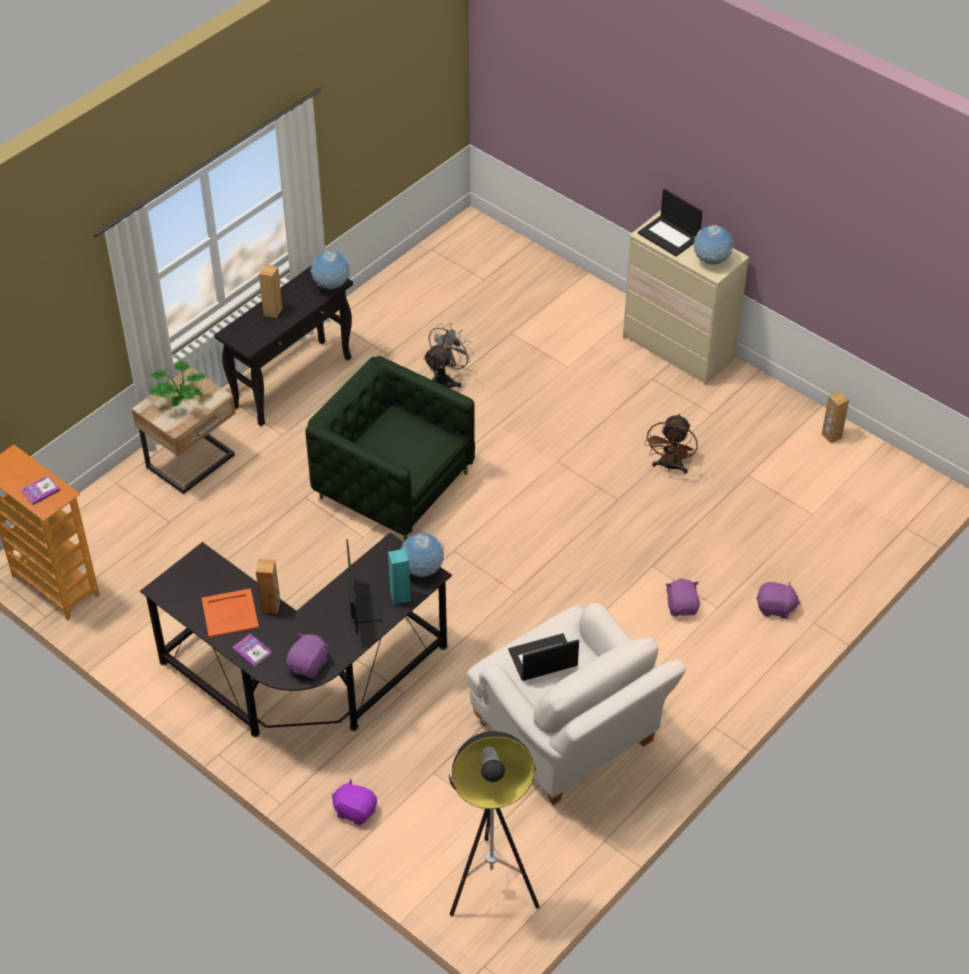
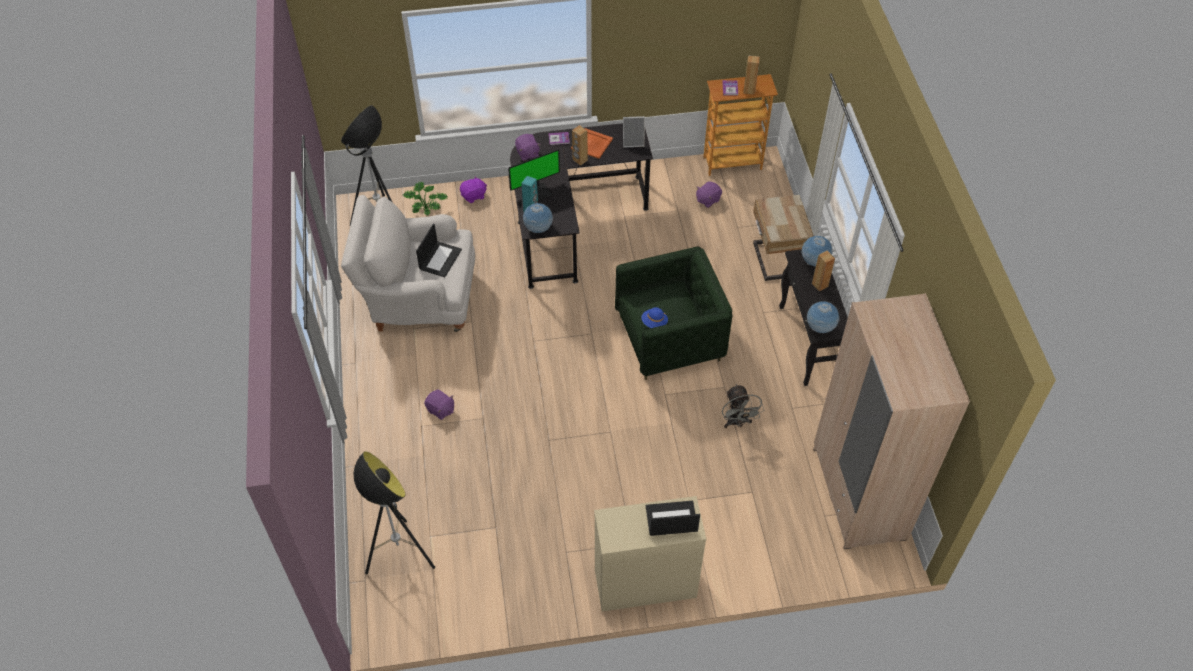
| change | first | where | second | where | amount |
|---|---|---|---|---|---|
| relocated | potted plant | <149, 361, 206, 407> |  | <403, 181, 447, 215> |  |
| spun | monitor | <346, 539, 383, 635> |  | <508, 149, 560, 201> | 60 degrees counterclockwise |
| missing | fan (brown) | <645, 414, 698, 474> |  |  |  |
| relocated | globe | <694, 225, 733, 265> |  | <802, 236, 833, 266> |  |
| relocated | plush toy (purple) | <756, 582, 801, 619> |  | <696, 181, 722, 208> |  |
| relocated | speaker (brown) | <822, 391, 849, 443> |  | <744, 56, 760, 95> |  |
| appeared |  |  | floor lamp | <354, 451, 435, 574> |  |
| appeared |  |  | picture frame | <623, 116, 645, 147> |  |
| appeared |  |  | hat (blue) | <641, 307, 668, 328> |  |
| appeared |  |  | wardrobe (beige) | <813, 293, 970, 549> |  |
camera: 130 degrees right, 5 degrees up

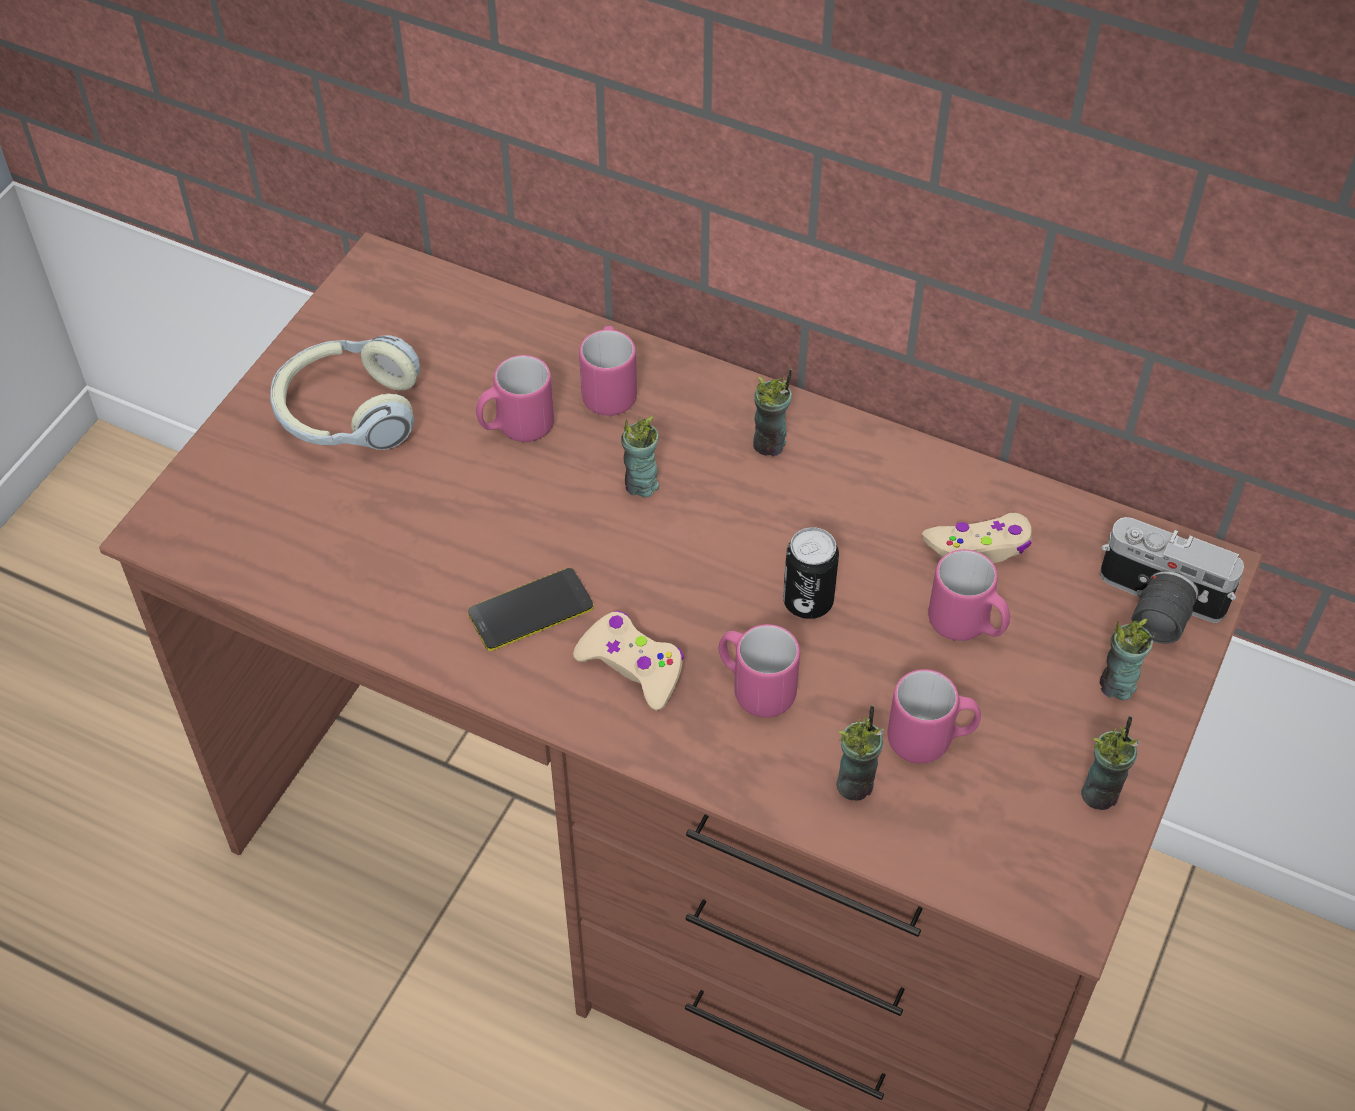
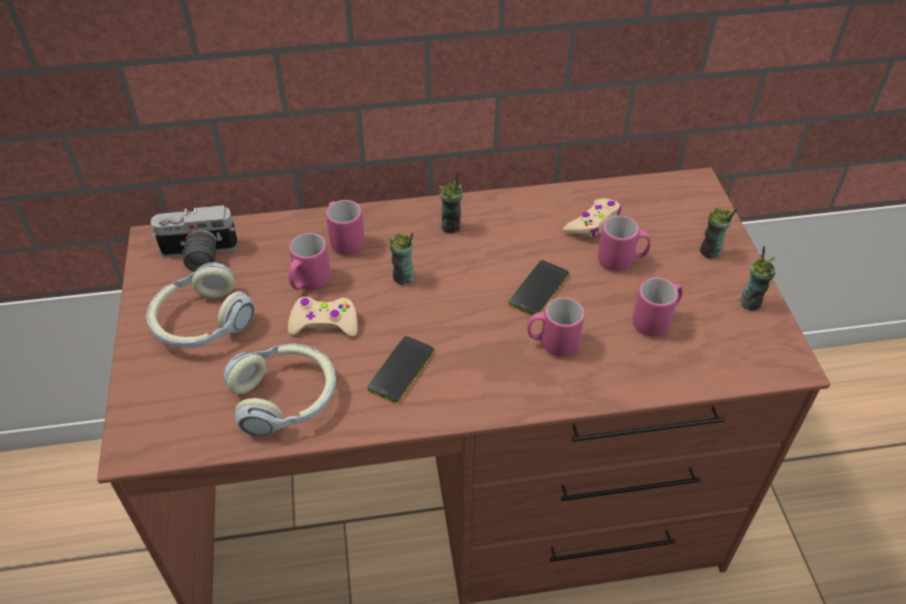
| change | first | where | second | where | amount |
|---|---|---|---|---|---|
| relocated | game controller (beige) | <573, 611, 684, 711> |  | <288, 297, 358, 337> |  |
| exchanged | can | <783, 527, 839, 619> | phone | <508, 260, 569, 316> |  |
| missing | cup | <836, 705, 884, 801> |  |  |  |
| relocated | photo camera | <1100, 517, 1244, 644> |  | <151, 205, 238, 272> |  |
| appeared |  |  | headphones | <224, 344, 336, 437> |  |
camera: 35 degrees left, 5 degrees down

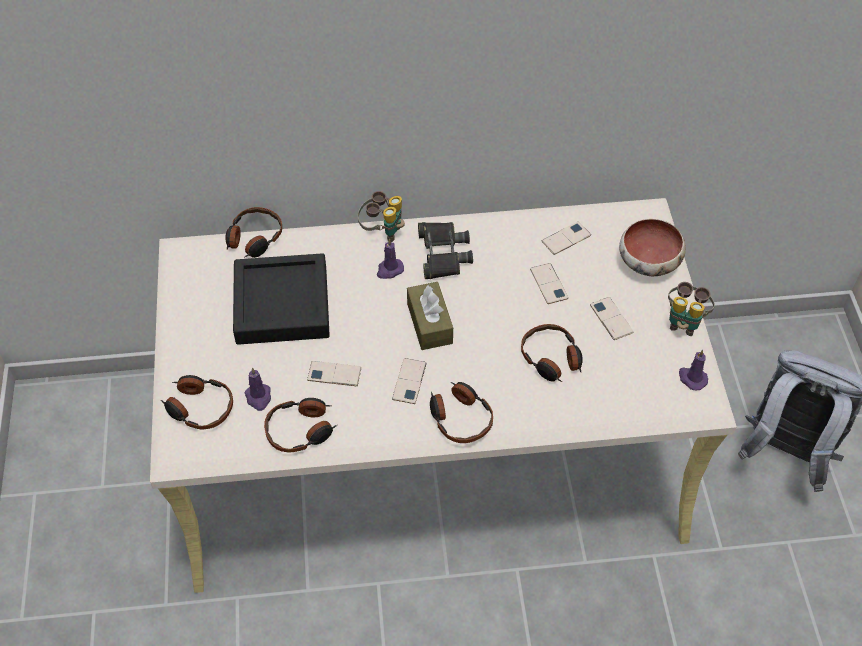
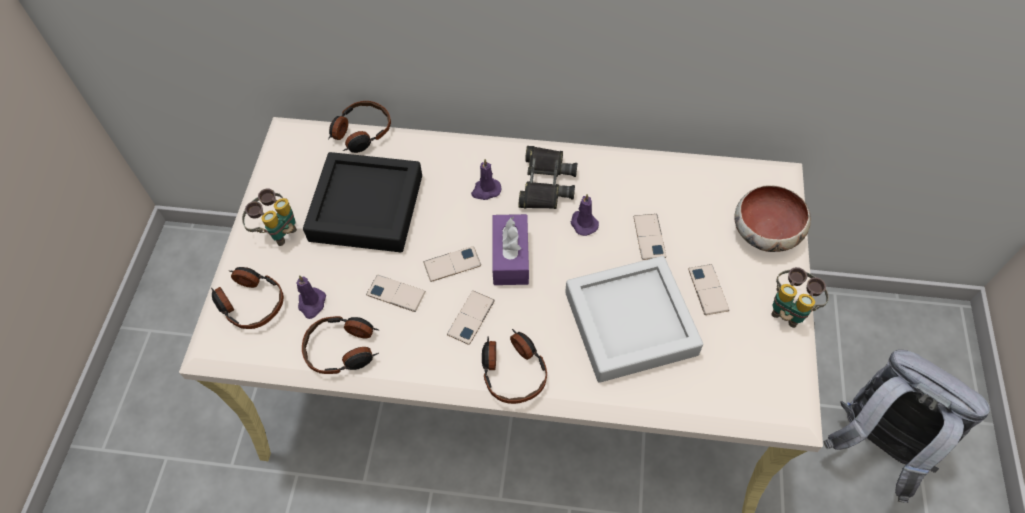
| change | first | where | second | where | amount |
|---|---|---|---|---|---|
| relocated | binoculars | <358, 191, 405, 242> |  | <242, 188, 297, 246> |  |
| colour | tissue box (brown) | <407, 282, 453, 350> | tissue box (purple) | <492, 214, 529, 285> |  |
| exchanged | headphones | <521, 324, 583, 382> | tray (grey) | <565, 256, 703, 383> |  |
| relocated | phone | <541, 222, 591, 255> |  | <423, 246, 481, 282> |  |
| relocated | candle (purple) | <679, 350, 708, 390> |  | <570, 194, 599, 236> |  |
camera: 15 degrees right, 5 degrees up

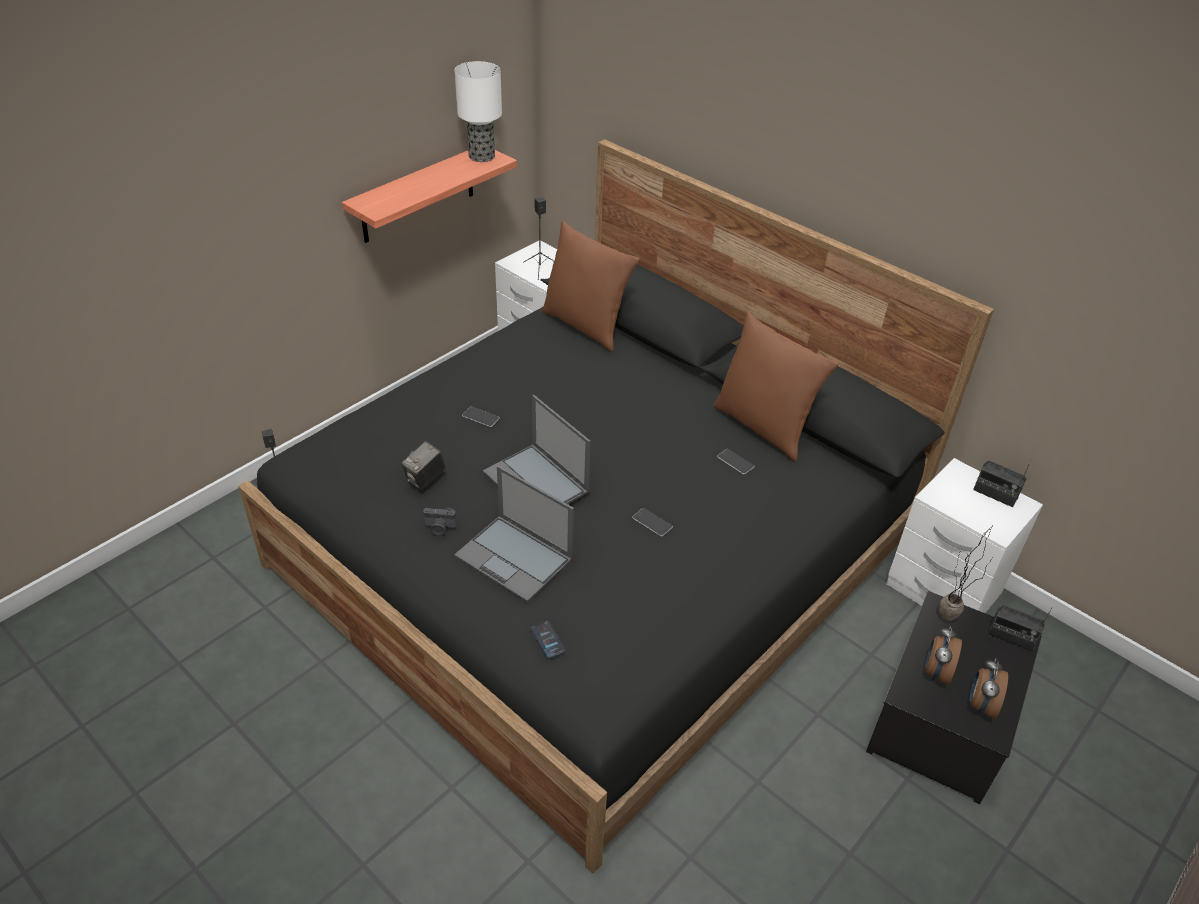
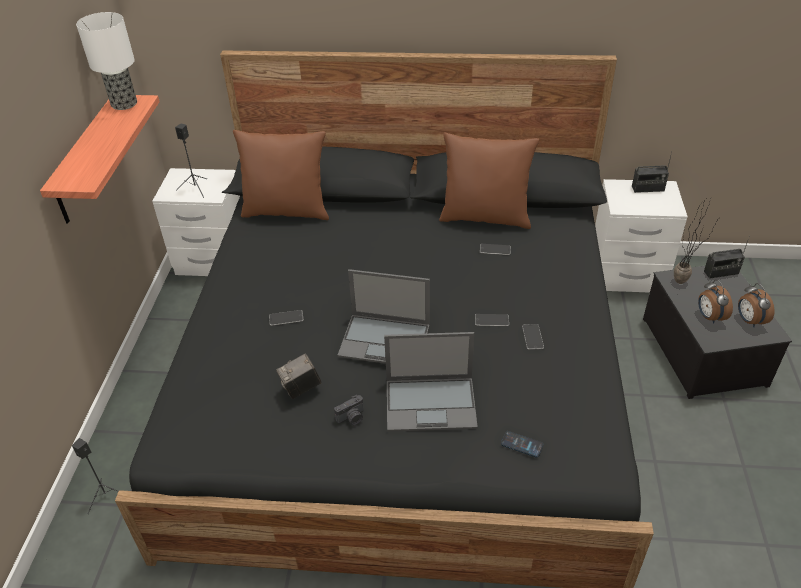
| change | first | where | second | where | amount |
|---|---|---|---|---|---|
| spun | photo camera | <401, 441, 446, 490> |  | <276, 353, 322, 399> | 60 degrees clockwise |
| appeared |  |  | phone | <522, 324, 544, 350> |  |
camera: 35 degrees left, 0 degrees up

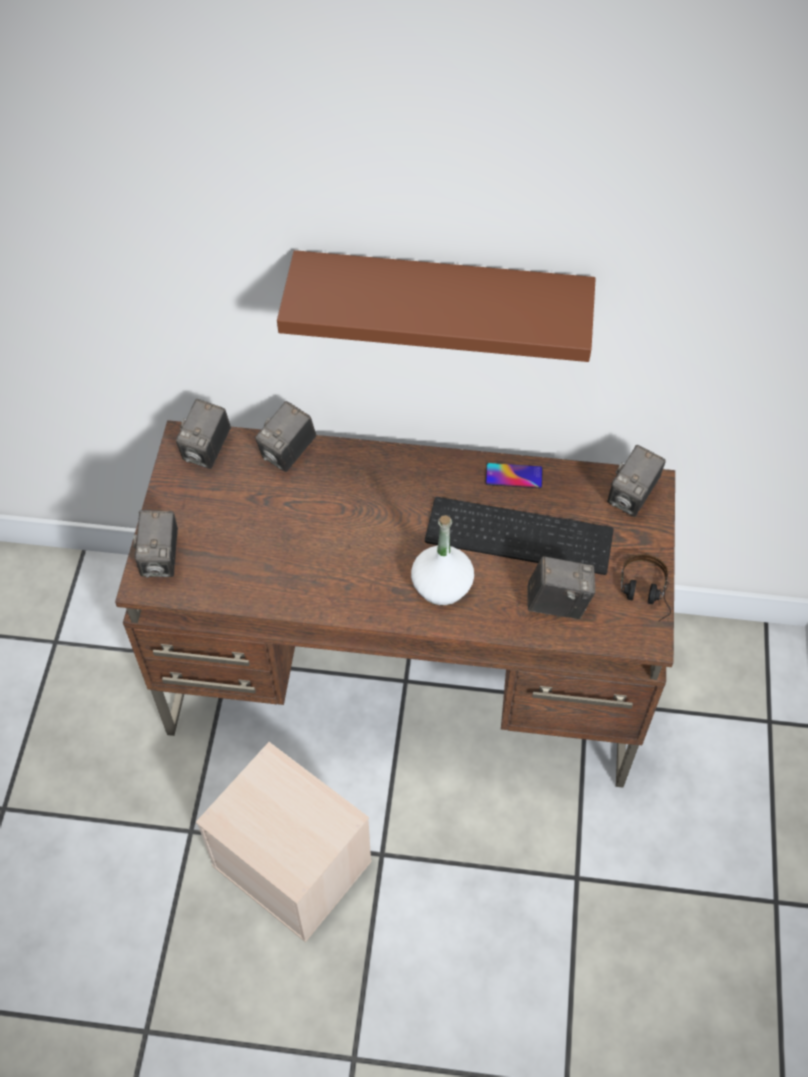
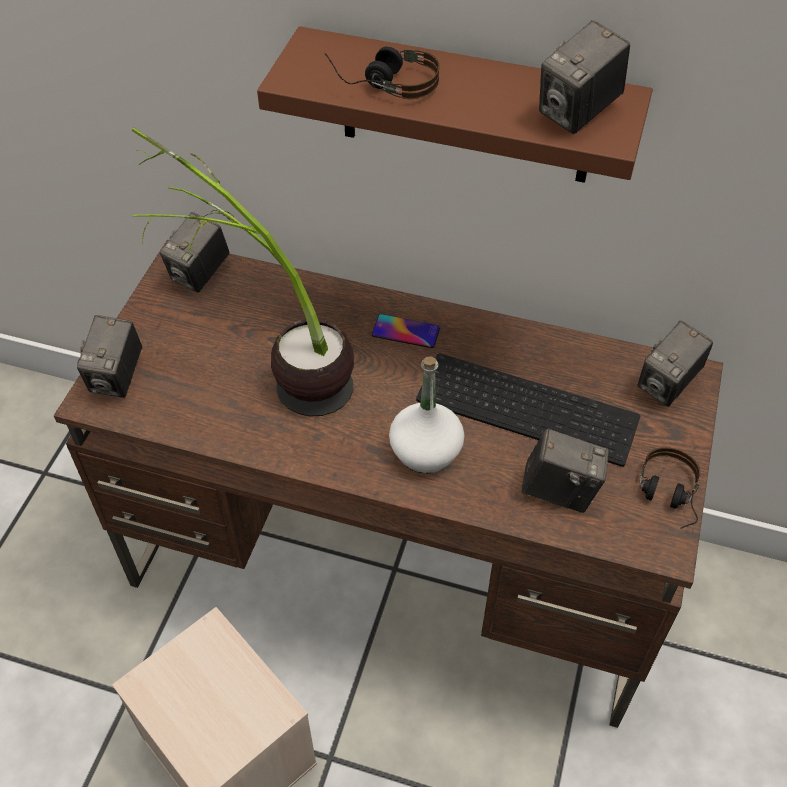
| change | first | where | second | where | amount |
|---|---|---|---|---|---|
| relocated | photo camera | <255, 401, 316, 472> |  | <539, 20, 630, 134> |  |
| relocated | phone | <485, 463, 543, 488> |  | <372, 314, 440, 348> |  |
| appeared |  |  | potted plant | <132, 128, 354, 416> |  |
| appeared |  |  | headphones | <325, 46, 440, 99> |  |
camera: 10 degrees right, 5 degrees down

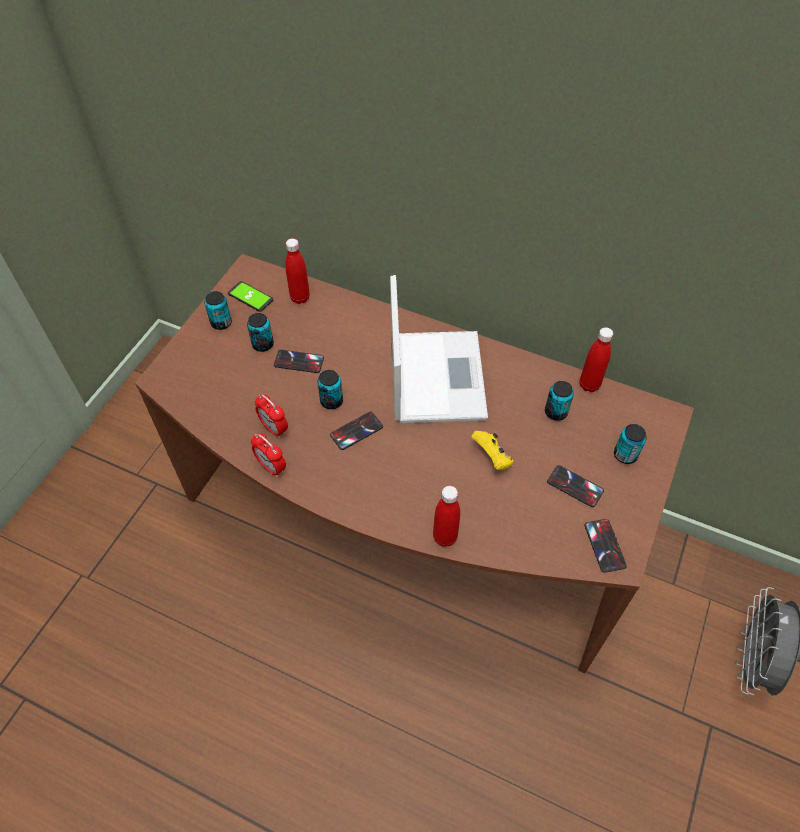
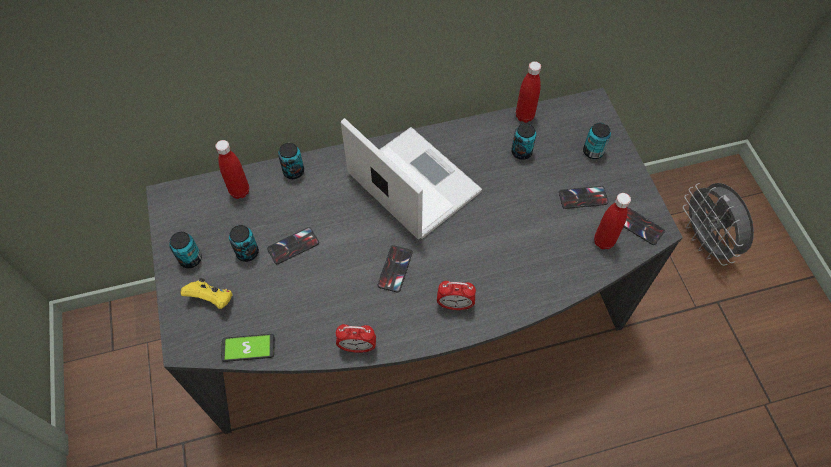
| change | first | where | second | where | amount |
|---|---|---|---|---|---|
| colour | desk (brown) | <135, 254, 694, 673> | desk (grey) | <146, 88, 683, 434> |  |
| relocated | phone | <228, 281, 273, 312> |  | <221, 334, 274, 362> |  |
| relocated | alarm clock | <255, 395, 288, 438> |  | <437, 281, 476, 310> |  |
| relocated | can | <317, 370, 343, 409> |  | <278, 143, 304, 179> |  |
| relocated | bottle (red) | <433, 486, 460, 547> |  | <594, 193, 631, 249> |  |
| relocated | game controller (yellow) | <471, 431, 513, 470> |  | <181, 278, 233, 309> |  |
camera: 40 degrees left, 5 degrees up

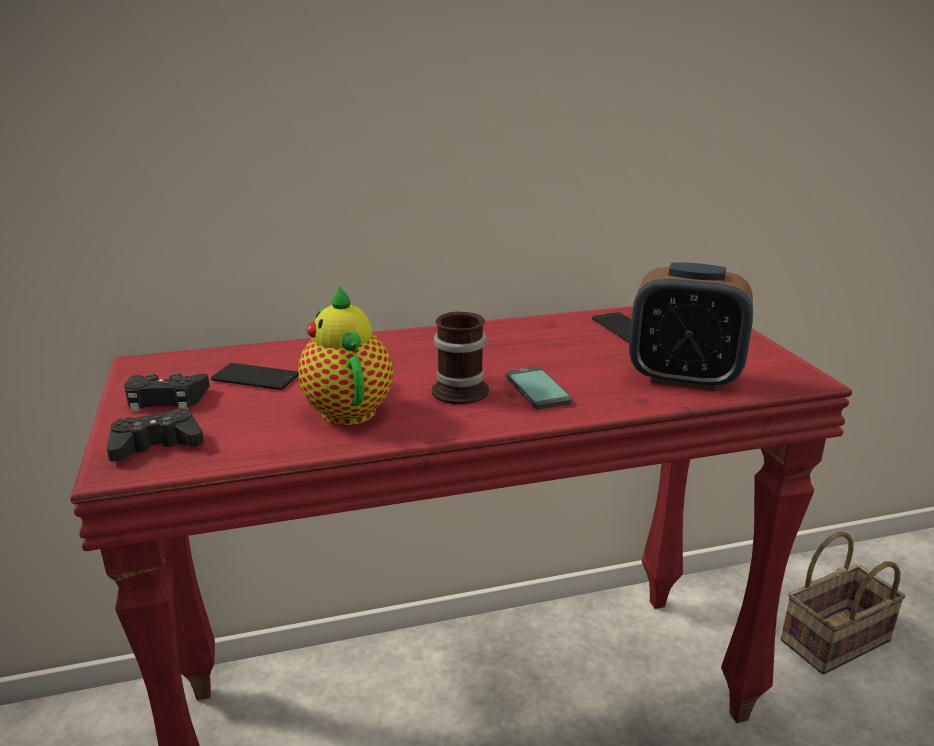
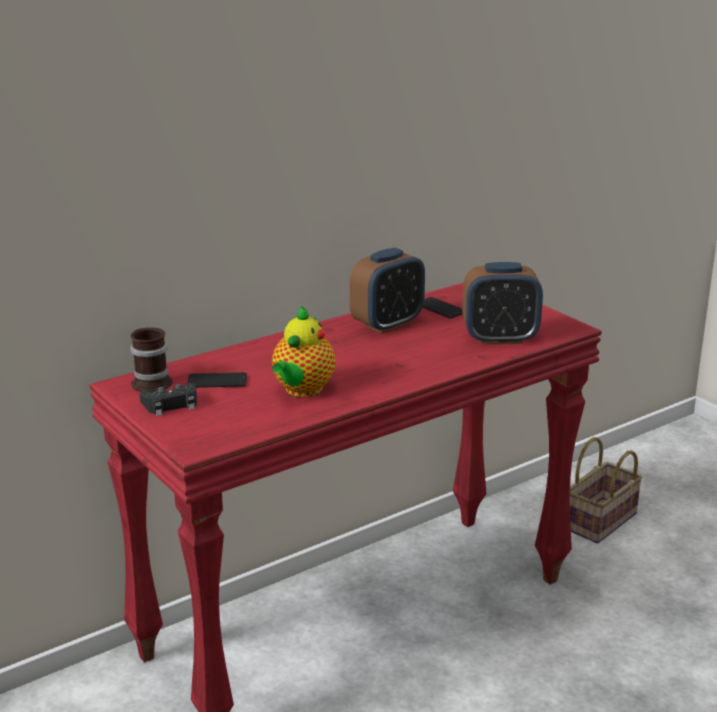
| change | first | where | second | where | amount |
|---|---|---|---|---|---|
| missing | game controller (black) | <106, 408, 204, 462> |  |  |  |
| spun | teapot | <298, 285, 393, 425> |  | <272, 306, 336, 397> | 120 degrees counterclockwise |
| relocated | mug | <432, 312, 489, 404> |  | <130, 327, 173, 392> |  |
| missing | phone | <505, 366, 573, 410> |  |  |  |
| appeared |  |  | alarm clock | <350, 248, 425, 333> |  |
camera: 20 degrees left, 0 degrees up

